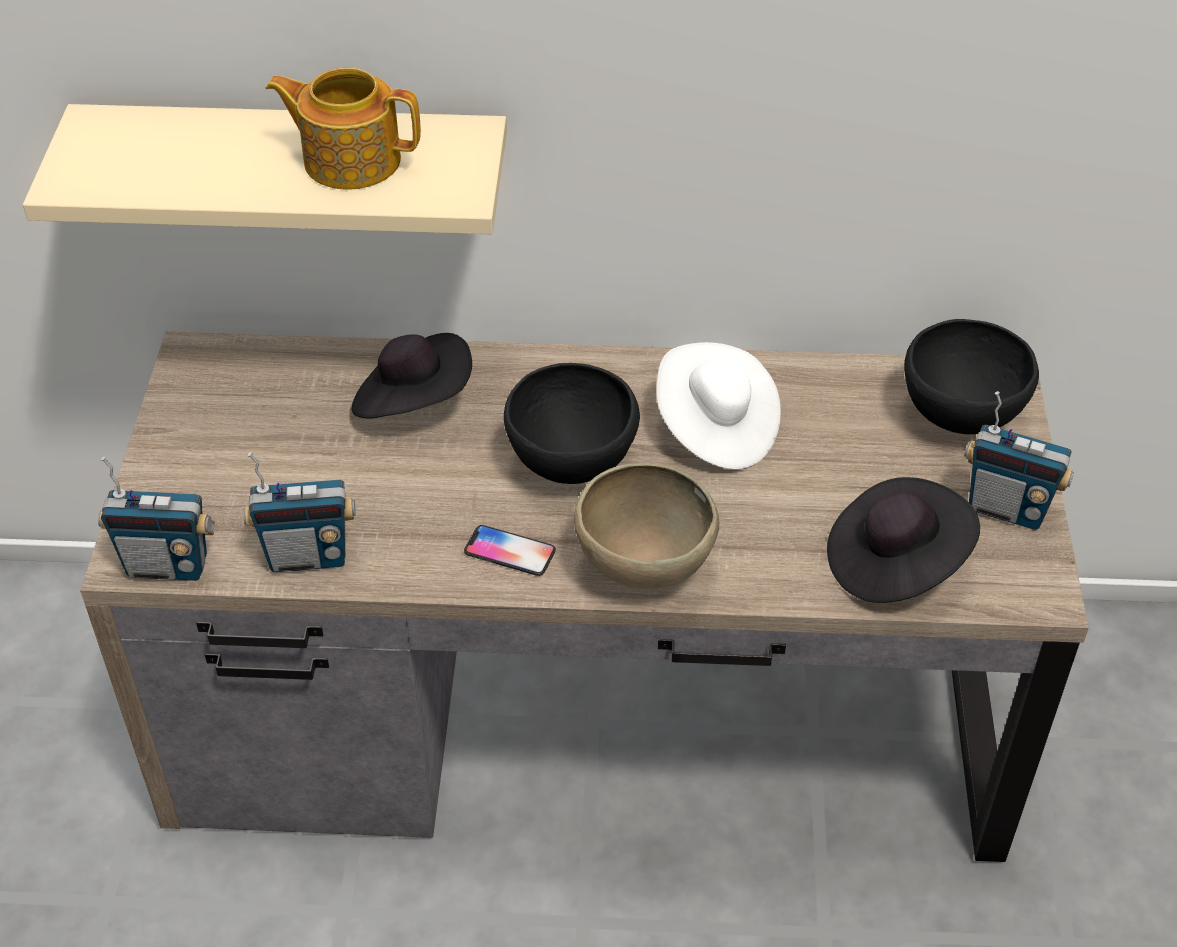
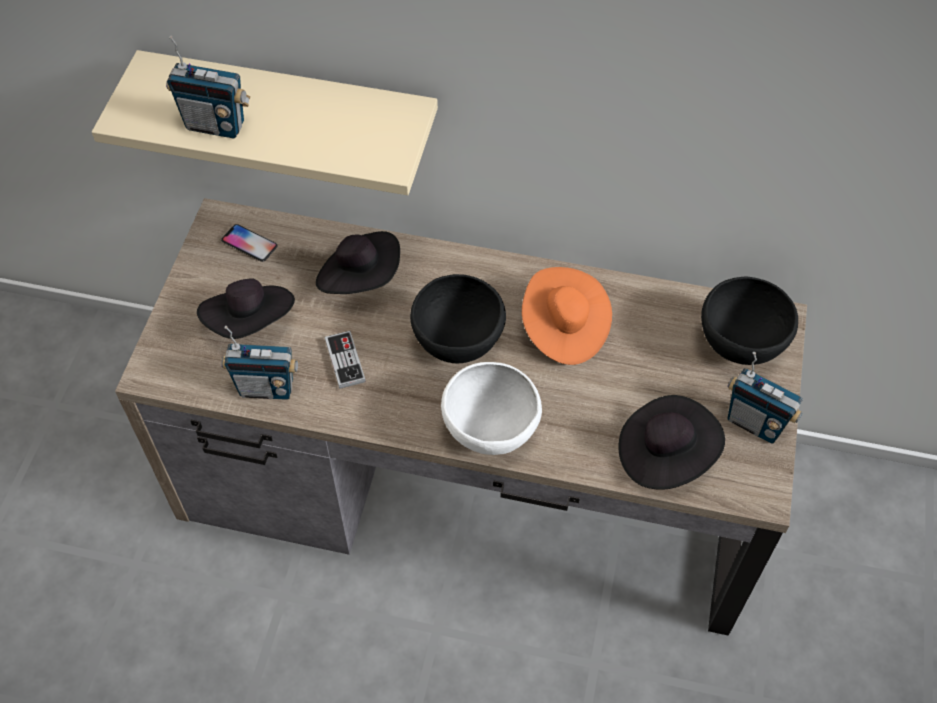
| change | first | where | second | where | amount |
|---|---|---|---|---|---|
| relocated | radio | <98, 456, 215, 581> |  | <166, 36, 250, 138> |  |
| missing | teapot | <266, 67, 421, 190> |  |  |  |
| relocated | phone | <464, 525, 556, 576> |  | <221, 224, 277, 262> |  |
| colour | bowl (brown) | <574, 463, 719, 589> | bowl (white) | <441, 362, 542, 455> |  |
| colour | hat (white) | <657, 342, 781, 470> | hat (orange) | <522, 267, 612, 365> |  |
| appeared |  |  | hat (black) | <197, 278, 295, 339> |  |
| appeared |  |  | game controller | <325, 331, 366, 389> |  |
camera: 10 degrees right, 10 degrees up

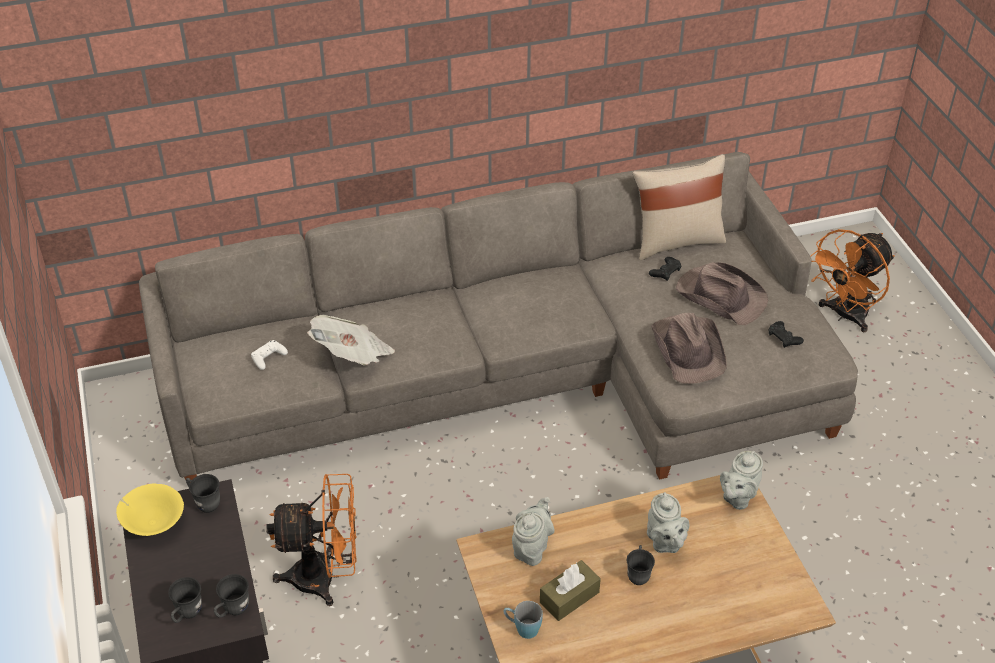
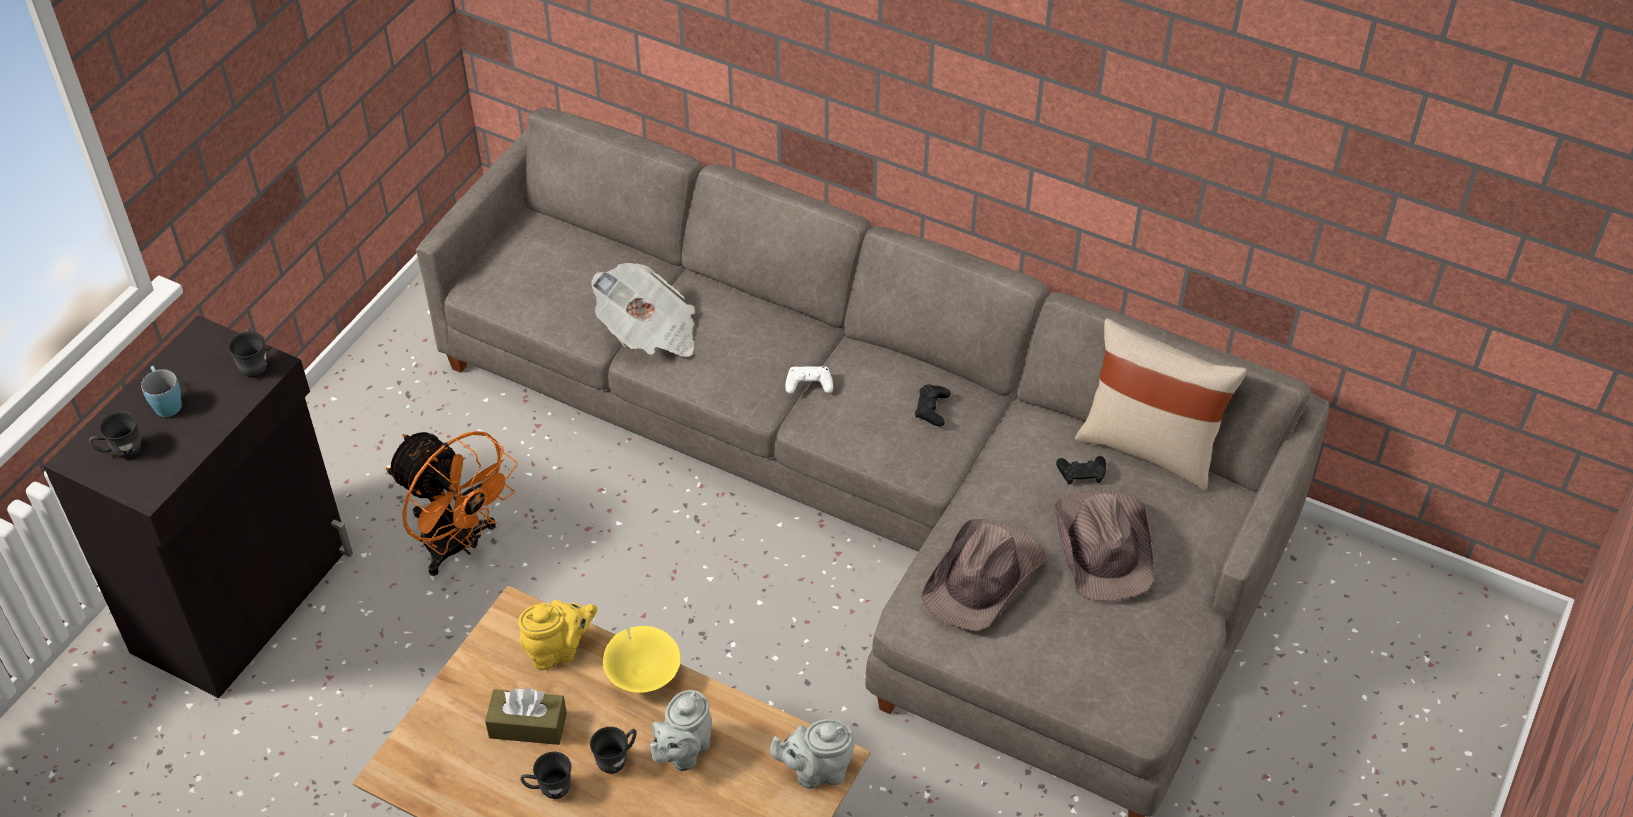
| change | first | where | second | where | amount |
|---|---|---|---|---|---|
| relocated | bowl (yellow) | <116, 484, 184, 536> |  | <603, 626, 681, 693> |  |
| relocated | mug (grey) | <214, 574, 249, 618> |  | <520, 752, 571, 799> |  |
| relocated | game controller (white) | <251, 340, 288, 370> |  | <785, 366, 833, 394> |  |
| relocated | mug (blue) | <503, 601, 543, 639> |  | <141, 366, 181, 417> |  |
| colour | teapot (grey) | <512, 497, 555, 566> | teapot (yellow) | <518, 600, 597, 670> |  |
| relocated | game controller (black) | <769, 321, 804, 348> |  | <915, 384, 951, 427> |  |
| missing | fan (orange) | <810, 229, 895, 332> |  |  |  |
camera: 45 degrees right, 5 degrees up

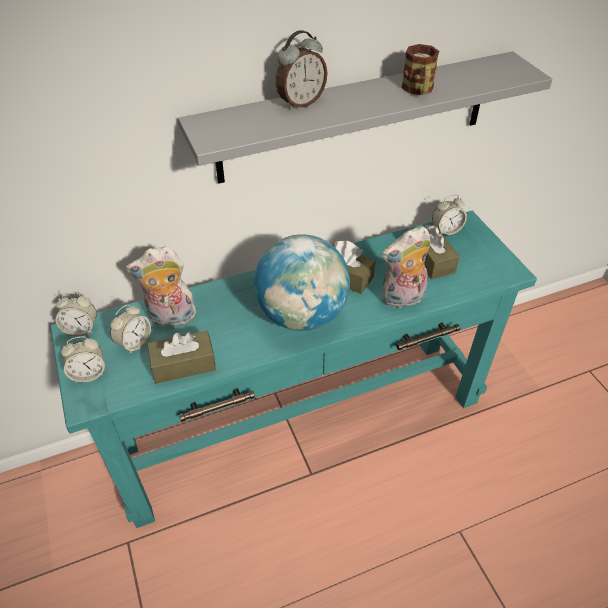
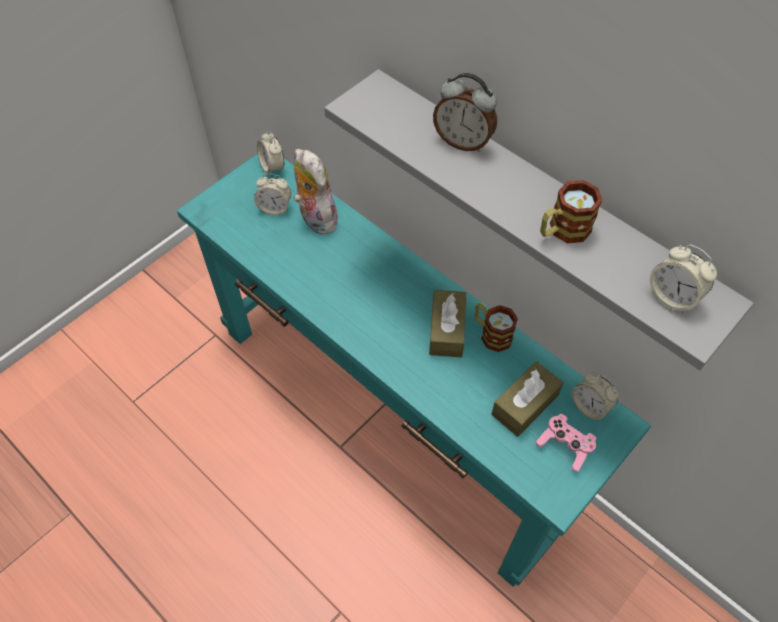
| change | first | where | second | where | amount |
|---|---|---|---|---|---|
| relocated | alarm clock | <61, 336, 105, 382> |  | <650, 245, 717, 314> |  |
| missing | tissue box (brown) | <147, 331, 216, 384> |  |  |  |
| missing | globe | <254, 234, 350, 331> |  |  |  |
| missing | plush toy | <382, 226, 431, 308> |  |  |  |
| appeared |  |  | mug | <475, 303, 518, 352> |  |
| appeared |  |  | game controller (pink) | <536, 414, 597, 472> |  |
camera: 65 degrees right, 10 degrees up

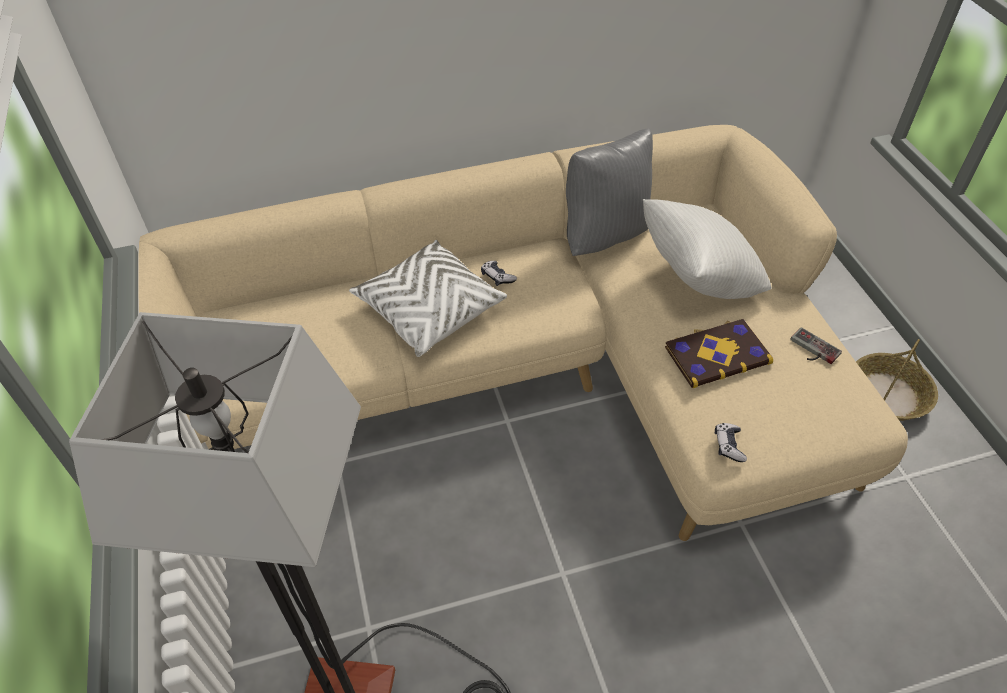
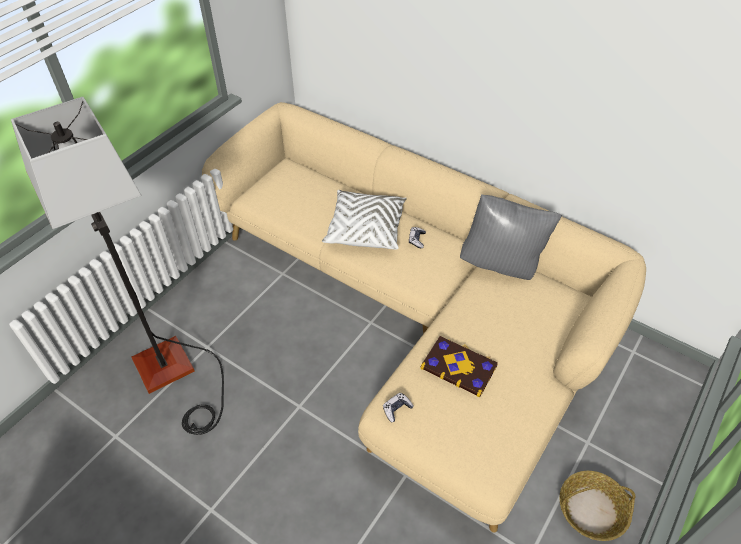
| change | first | where | second | where | amount |
|---|---|---|---|---|---|
| missing | pillow (white) | <643, 199, 772, 299> |  |  |  |
| missing | game controller | <790, 327, 842, 364> |  |  |  |
camera: 50 degrees right, 0 degrees up

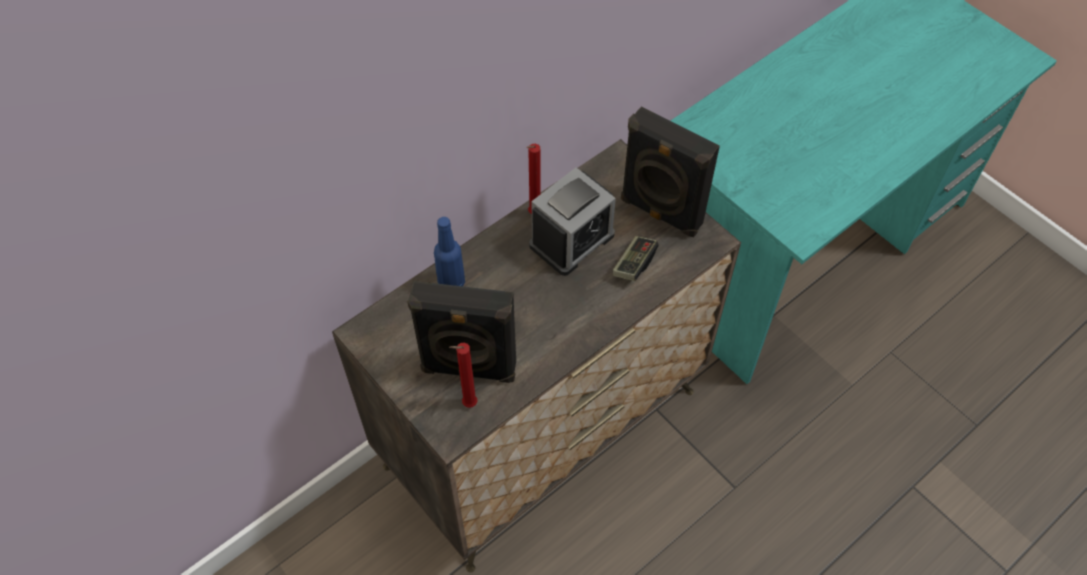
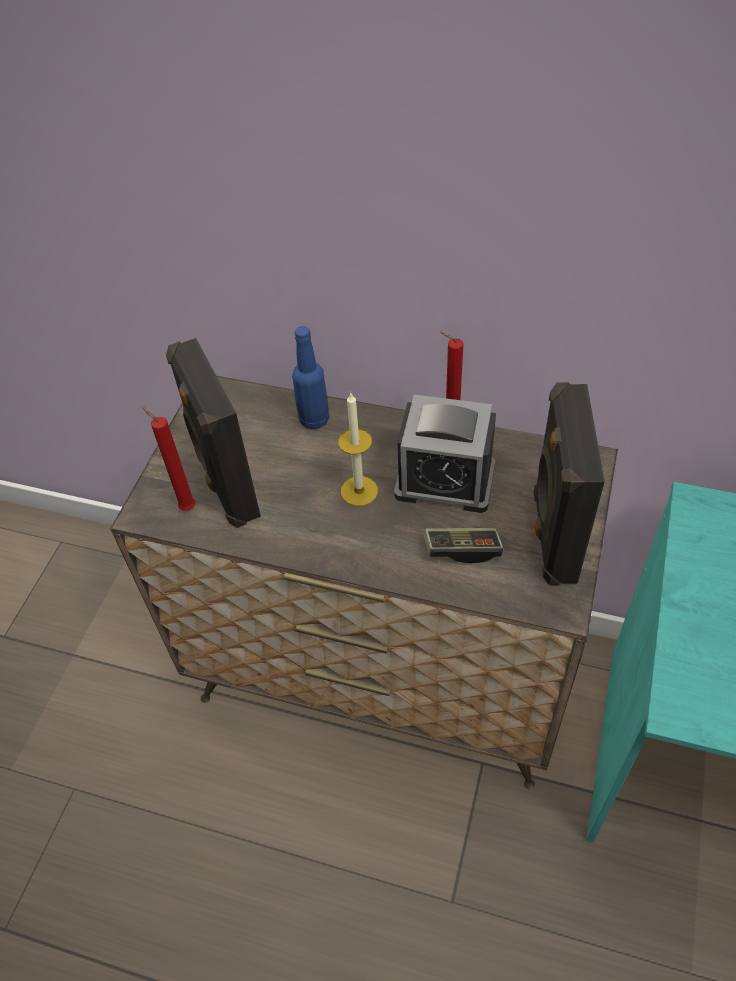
| change | first | where | second | where | amount |
|---|---|---|---|---|---|
| appeared |  |  | candle | <338, 392, 378, 506> |  |
camera: 60 degrees right, 5 degrees down

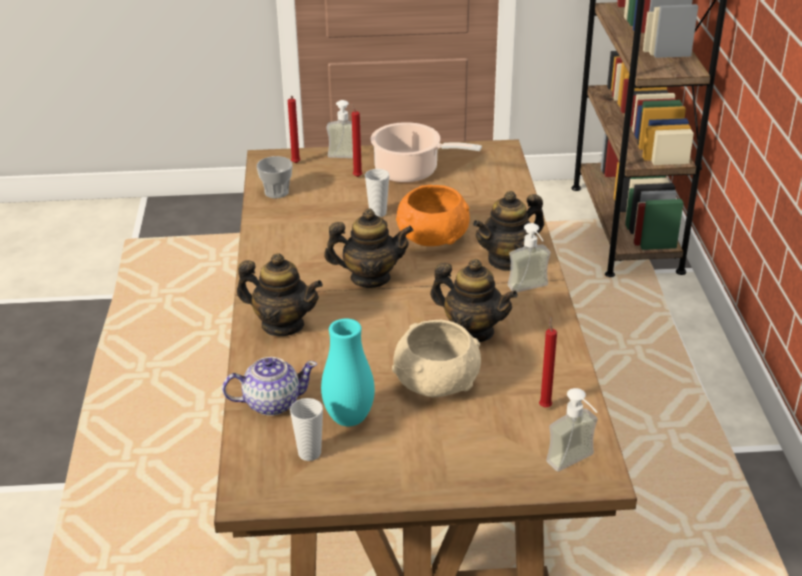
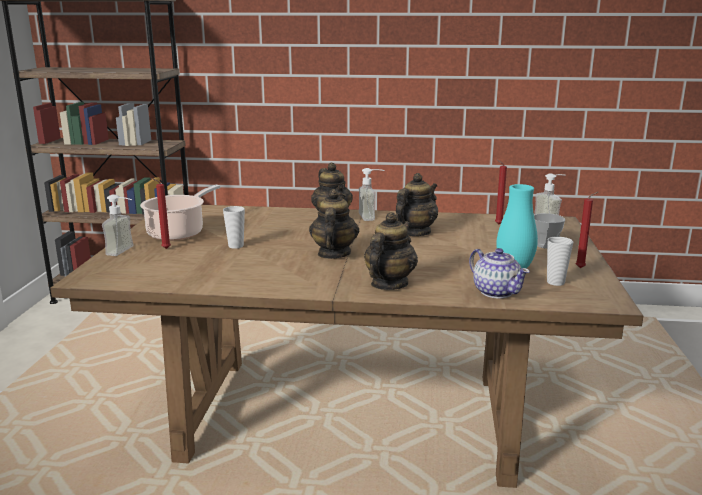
| change | first | where | second | where | amount |
|---|---|---|---|---|---|
| spun | teapot | <222, 357, 317, 416> |  | <469, 248, 530, 299> | 150 degrees clockwise |
| relocated | cup | <257, 156, 293, 198> |  | <534, 213, 565, 249> |  |
| relocated | candle (red) | <288, 96, 301, 163> |  | <576, 192, 598, 268> |  |
| missing | bowl (beige) | <392, 320, 481, 397> |  |  |  |
| missing | bowl (orange) | <396, 185, 470, 246> |  |  |  |
camera: 80 degrees left, 15 degrees down

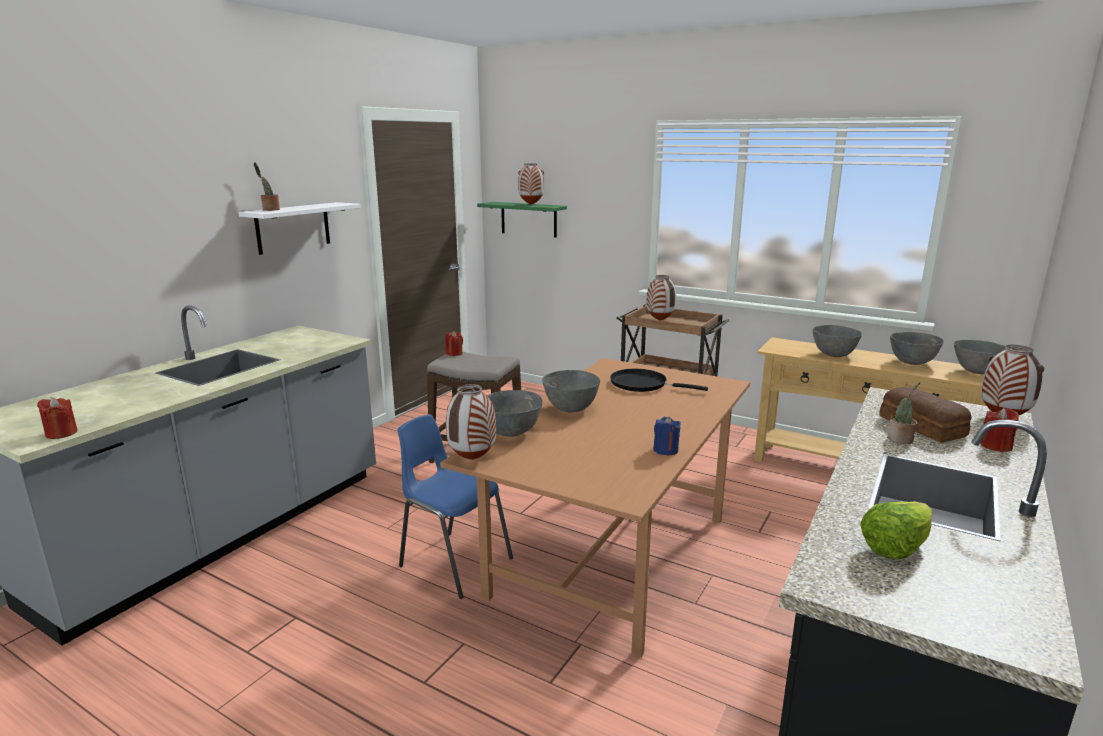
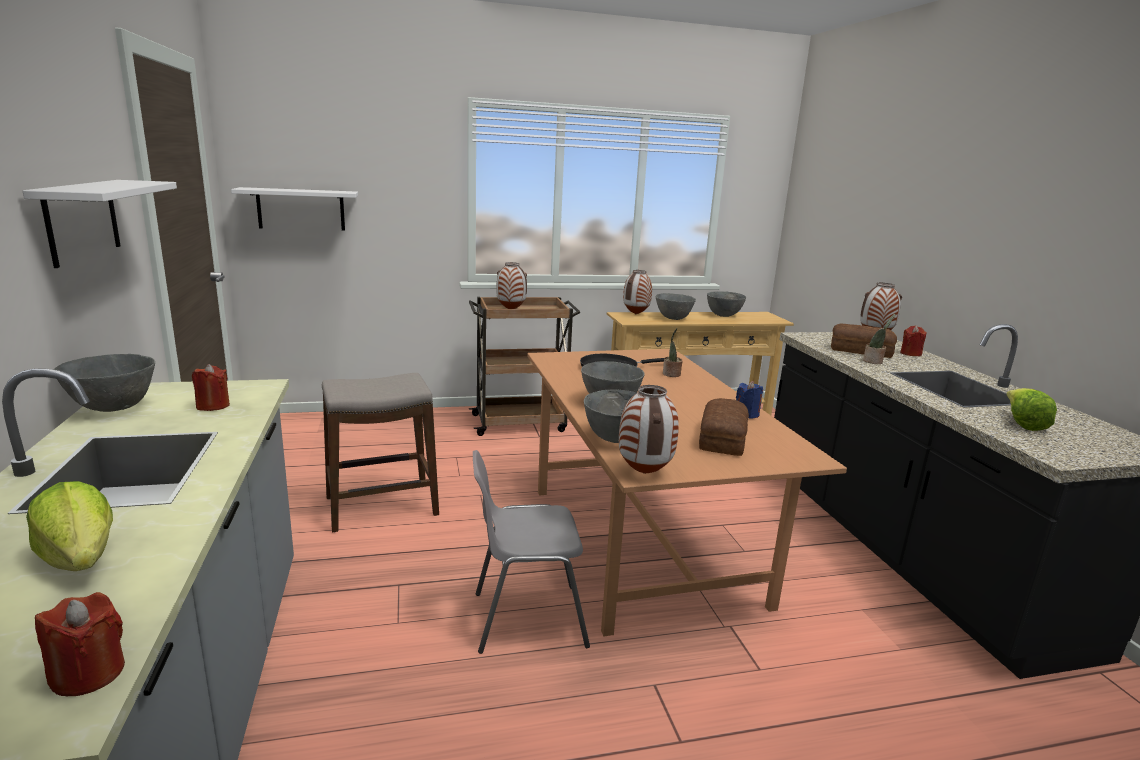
| change | first | where | second | where | amount |
|---|---|---|---|---|---|
| relocated | potted plant | <254, 162, 280, 211> |  | <663, 328, 683, 377> |  |
| colour | chair (blue) | <398, 414, 513, 599> | chair (grey) | <473, 450, 590, 654> |  |
| relocated | candle (red) | <445, 331, 463, 356> |  | <192, 364, 230, 411> |  |
| colour | shelf (green) | <477, 202, 567, 238> | shelf (white) | <231, 187, 358, 230> |  |
| relocated | vase | <518, 163, 544, 205> |  | <623, 270, 652, 315> |  |
| relocated | bowl (grey) | <954, 340, 1006, 374> |  | <54, 354, 155, 412> |  |
| appeared |  |  | lettuce | <26, 481, 113, 571> |  |
| appeared |  |  | bread | <699, 398, 749, 456> |  |
camera: 45 degrees left, 0 degrees up

